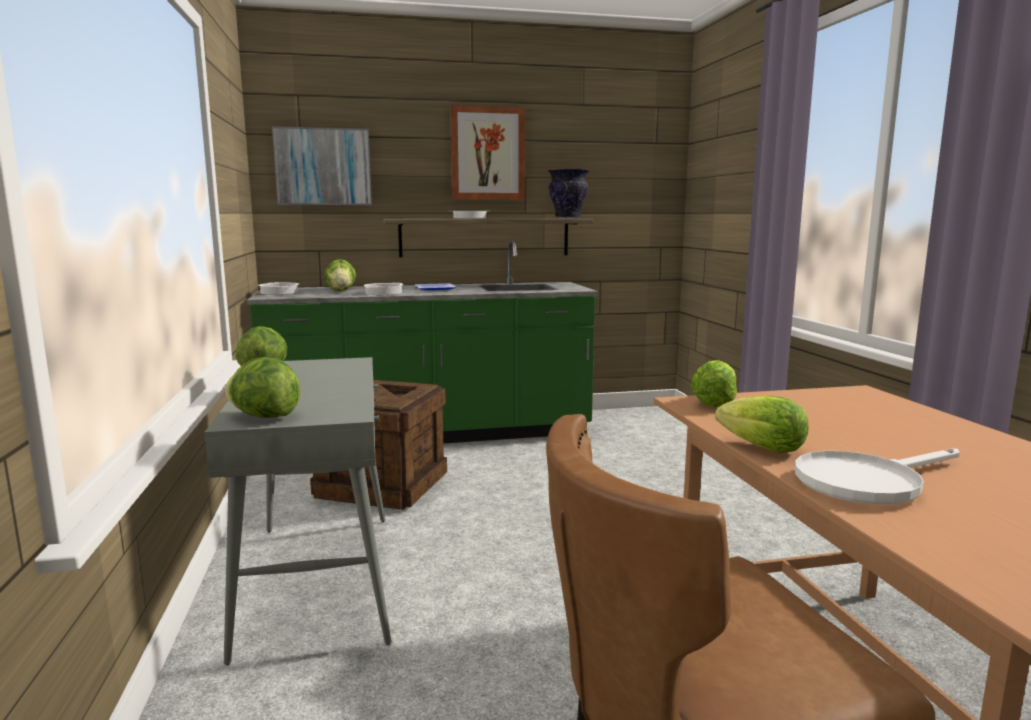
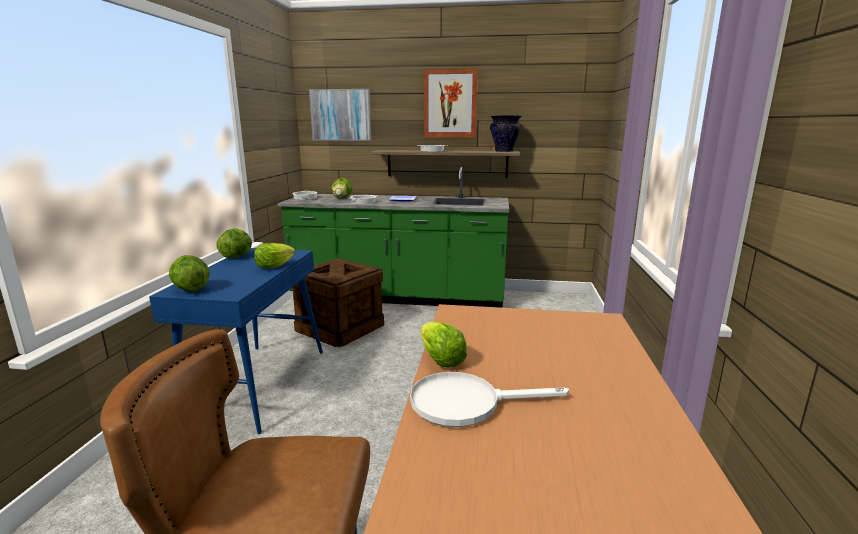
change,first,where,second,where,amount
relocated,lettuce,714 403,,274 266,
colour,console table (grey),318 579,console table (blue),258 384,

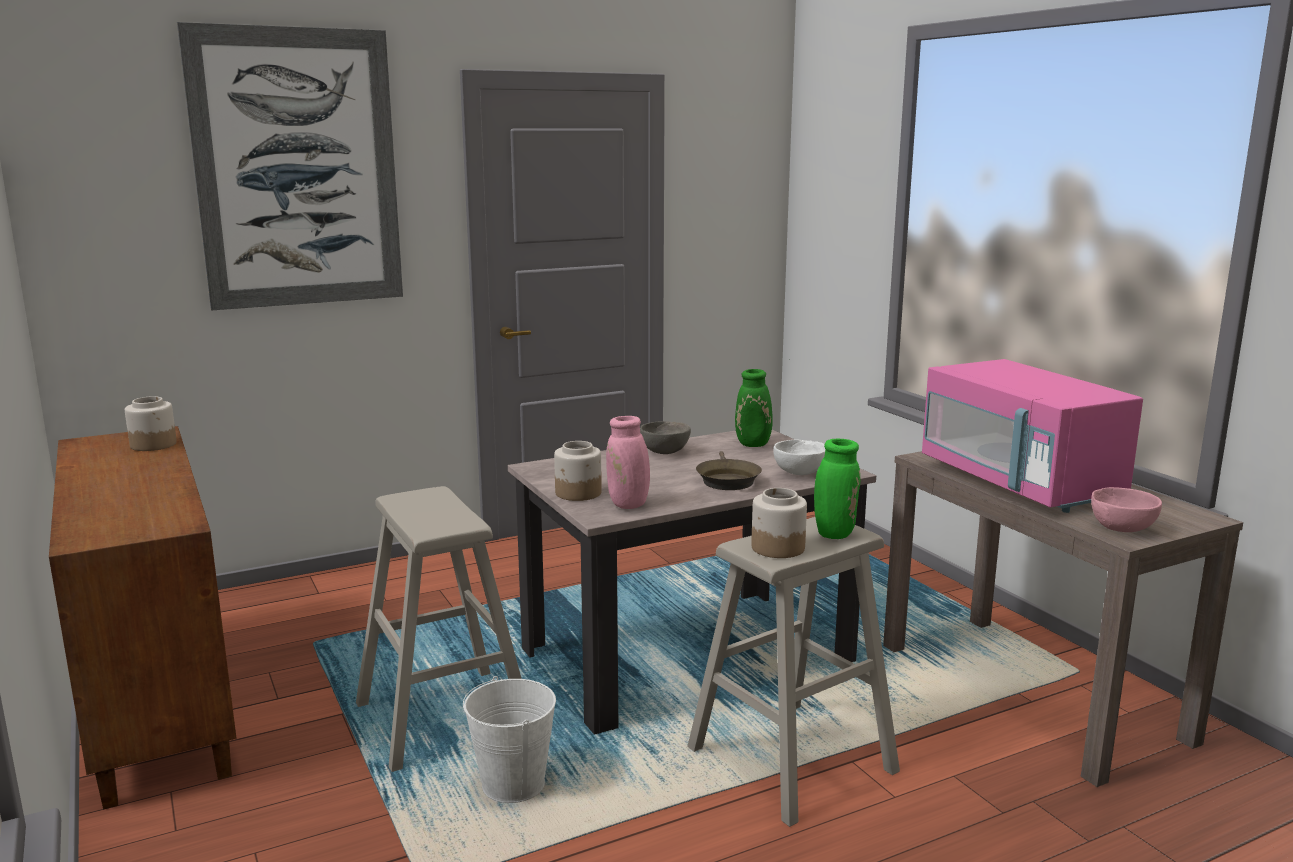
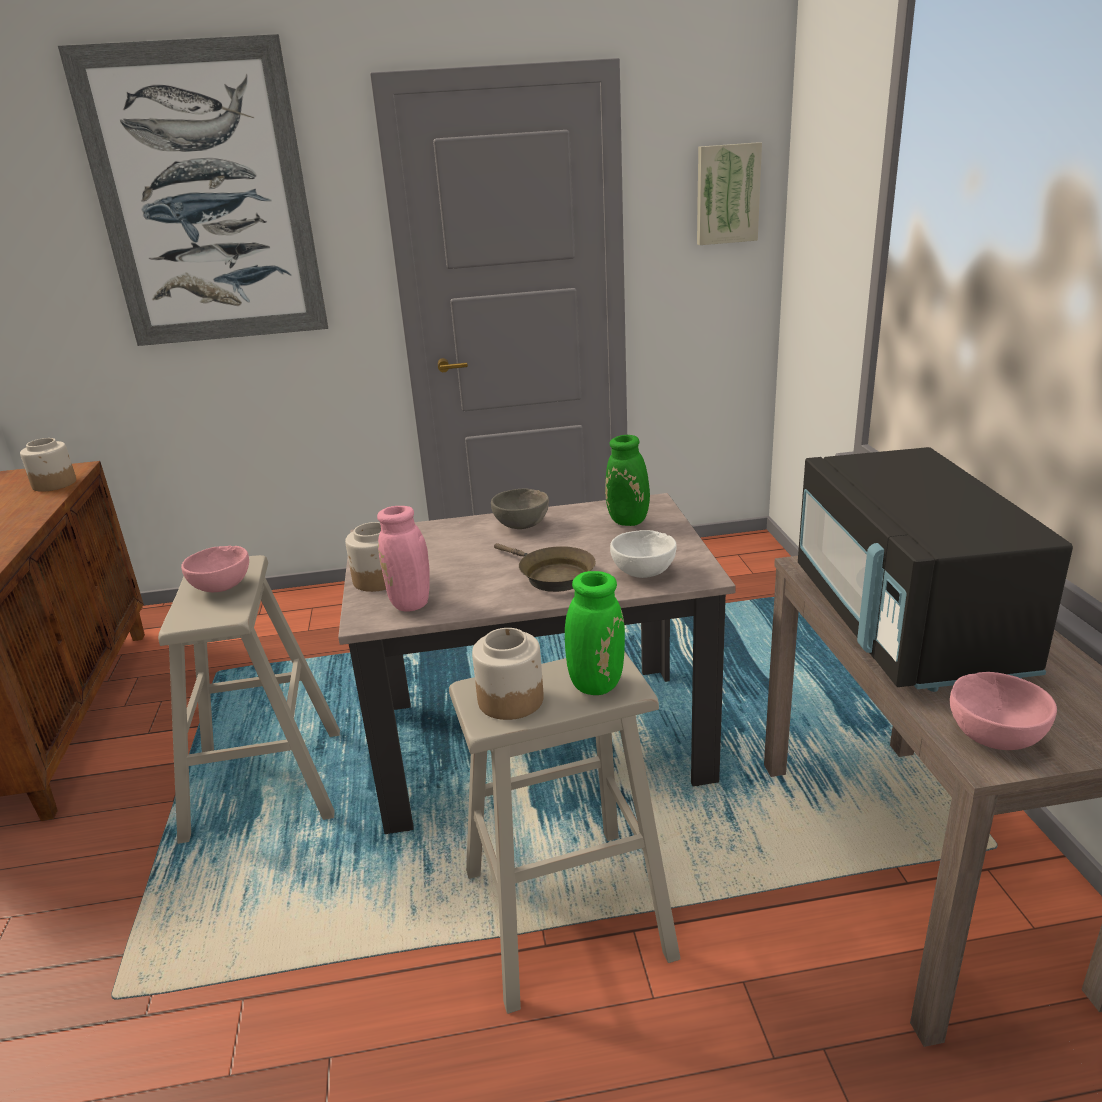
change,first,where,second,where,amount
missing,bucket (white),514 785,,,
appeared,,,bowl (pink),223 587,
appeared,,,picture,727 194,
colour,microwave (pink),1019 483,microwave (black),904 625,
spun,frying pan (brown),727 480,,551 576,60 degrees counterclockwise

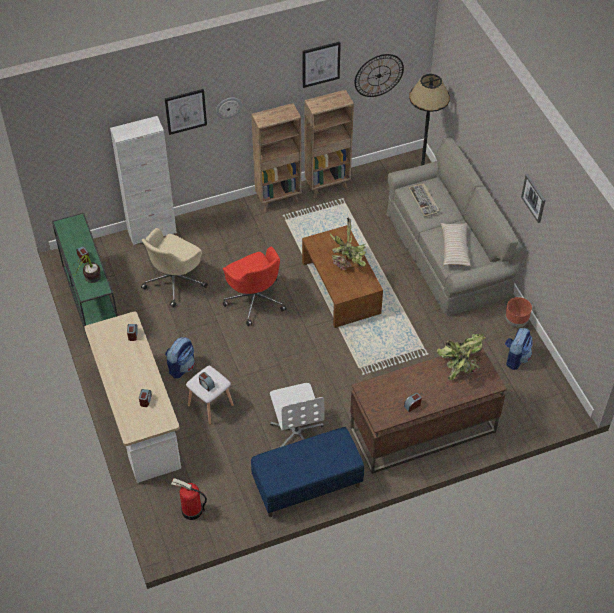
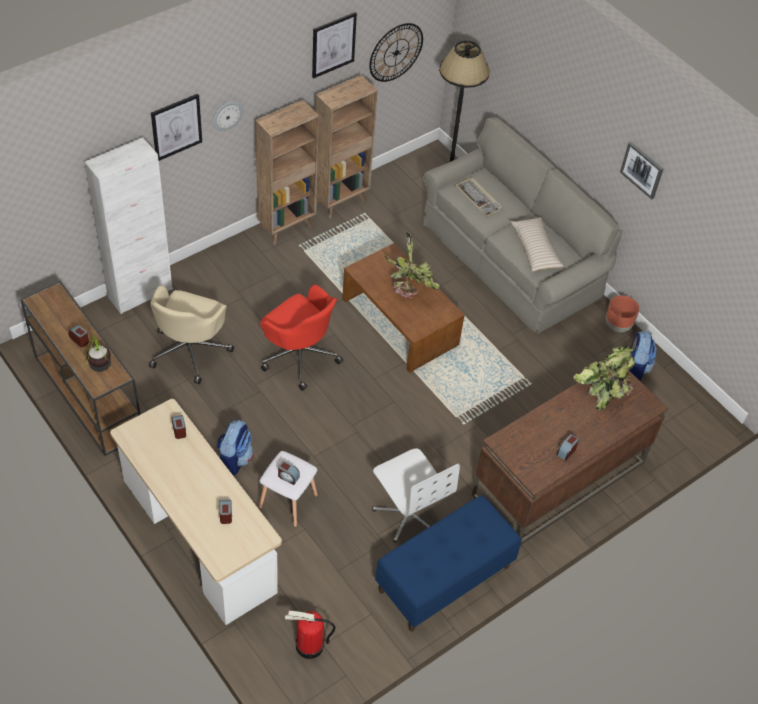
change,first,where,second,where,amount
colour,console table (green),91 300,console table (brown),87 395,

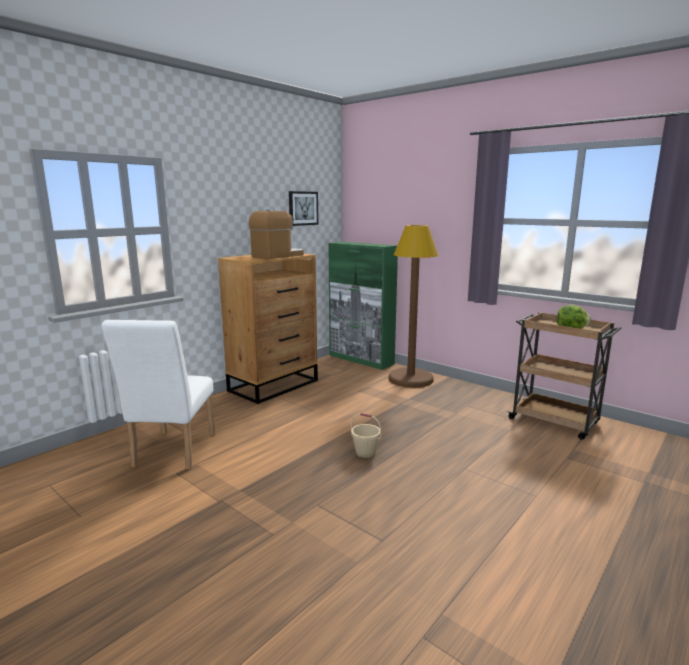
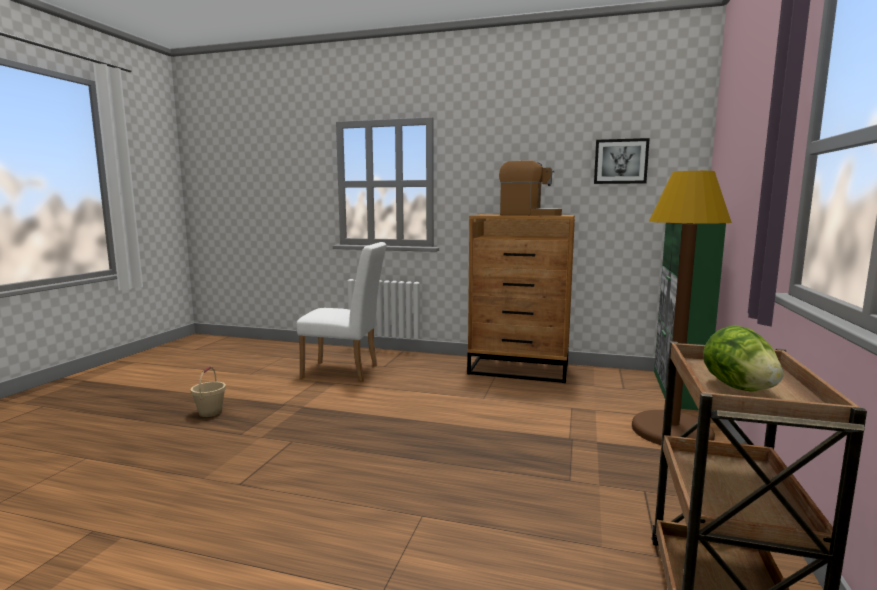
change,first,where,second,where,amount
relocated,bucket (beige),365 453,,210 412,
spun,chair (white),171 453,,346 372,150 degrees counterclockwise

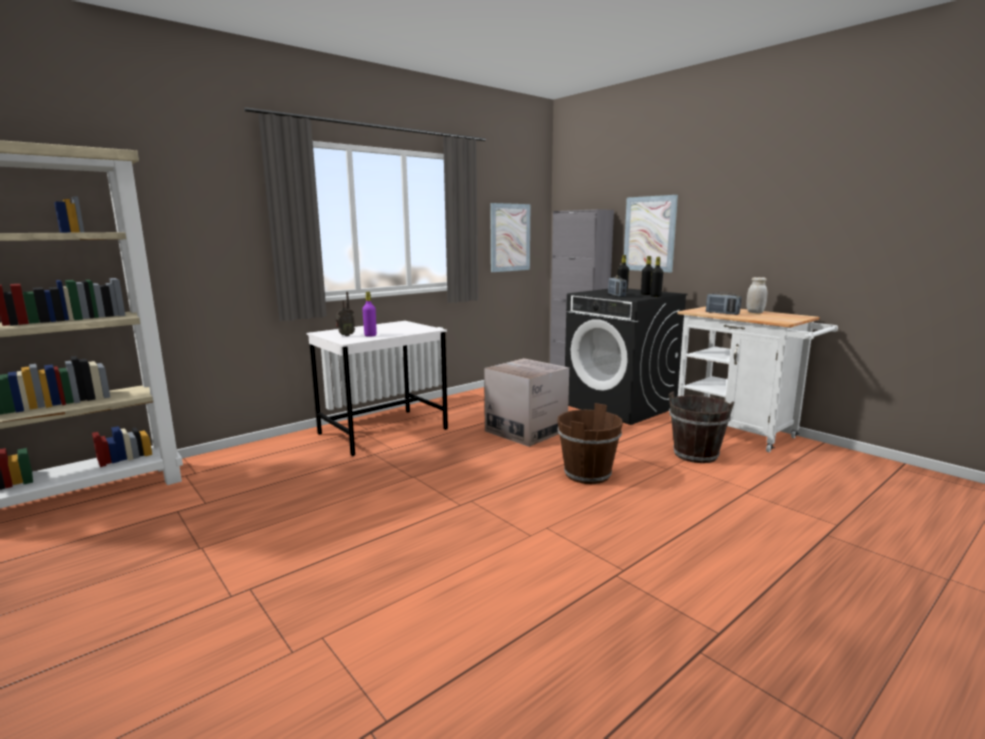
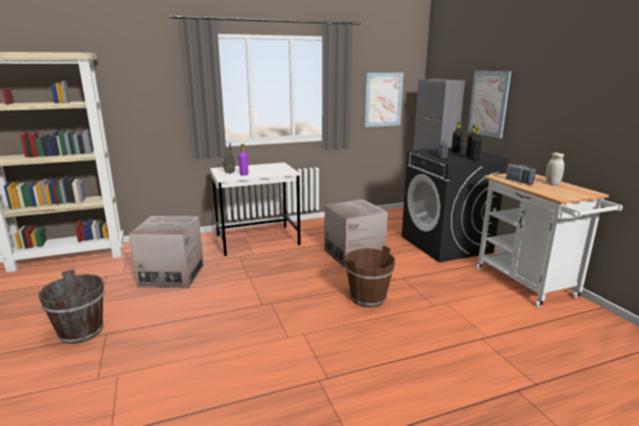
change,first,where,second,where,amount
appeared,,,cardboard box,172 275,
relocated,bucket (brown),696 455,,81 332,

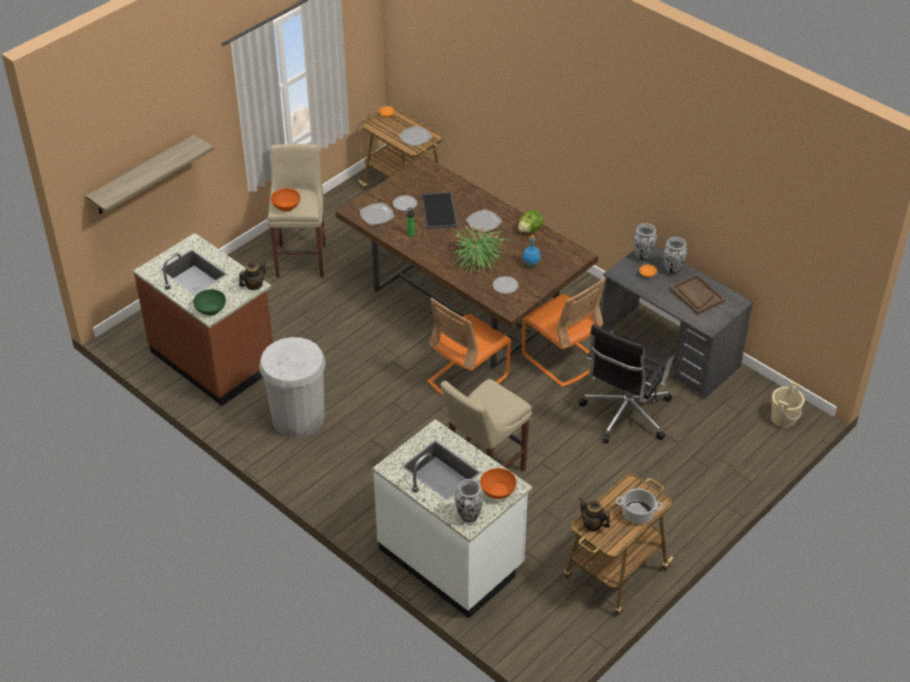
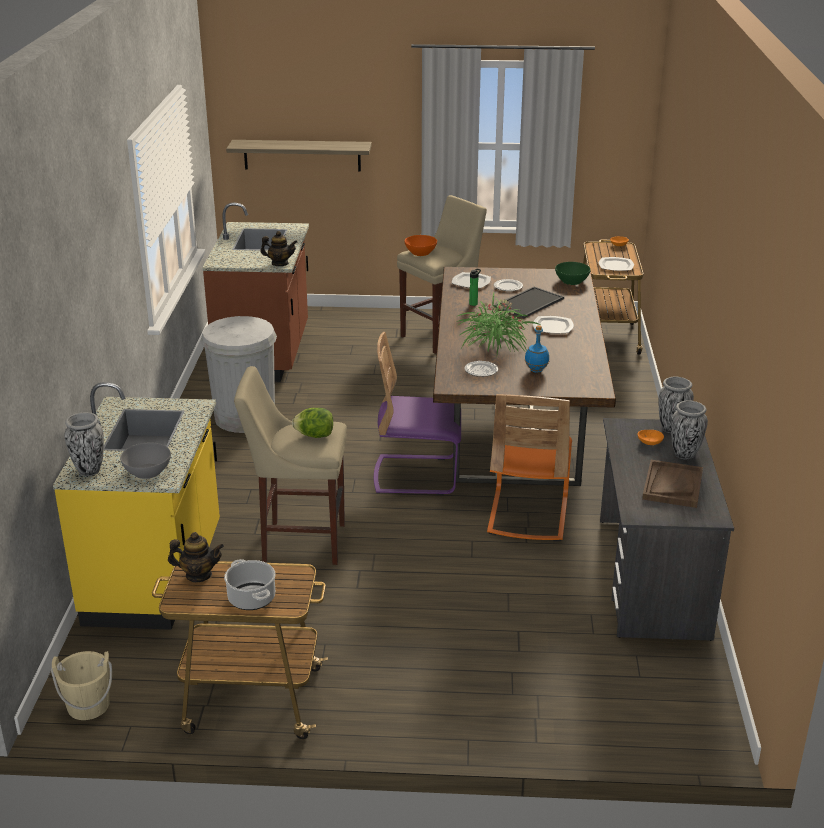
change,first,where,second,where,amount
missing,office chair (black),624 415,,,
relocated,bowl (green),210 309,,571 281,
relocated,lettuce,530 230,,315 435,
relocated,bucket (beige),783 418,,88 705,
colour,counter (white),452 557,counter (yellow),157 576,
colour,chair (orange),468 379,chair (purple),416 475,
colour,bowl (orange),498 491,bowl (grey),147 471,
spun,teapot,592 524,,198 575,90 degrees clockwise

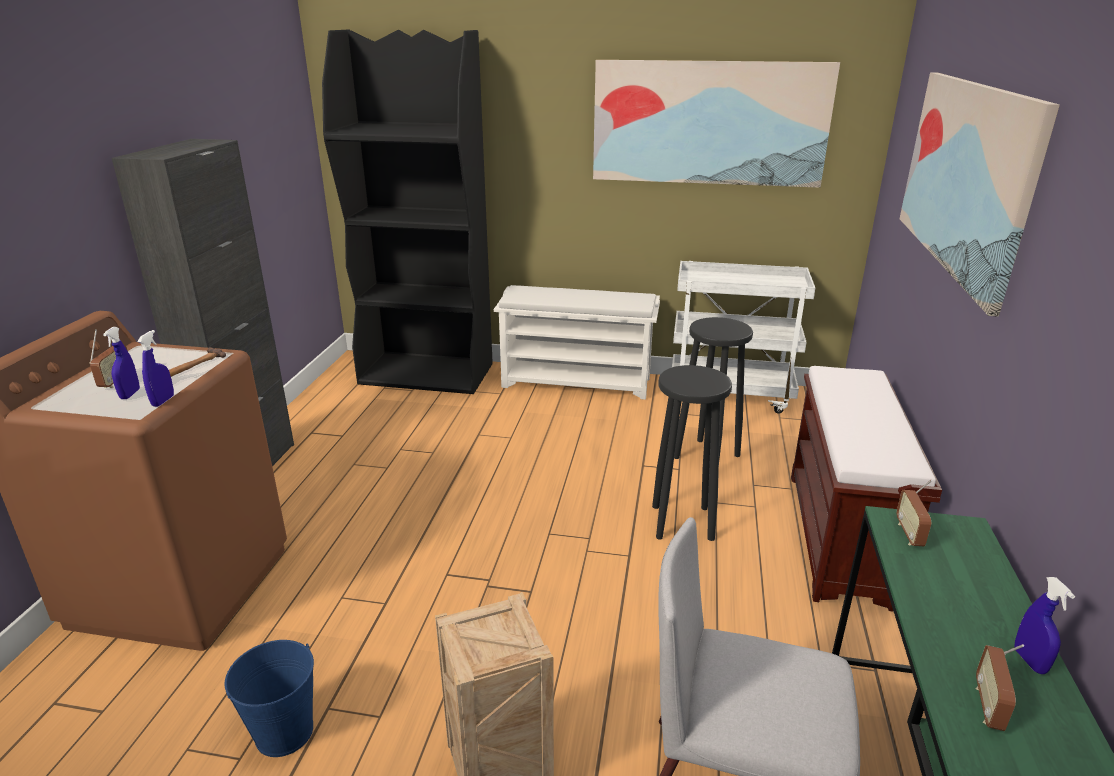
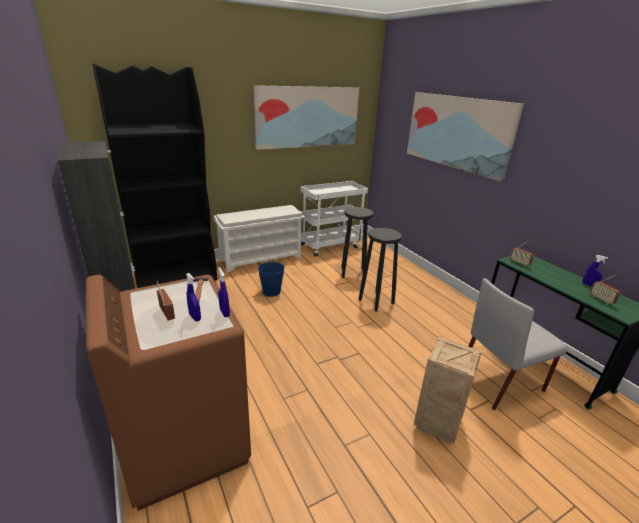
change,first,where,second,where,amount
missing,bench (brown),840 537,,,
relocated,bucket (blue),284 732,,271 291,

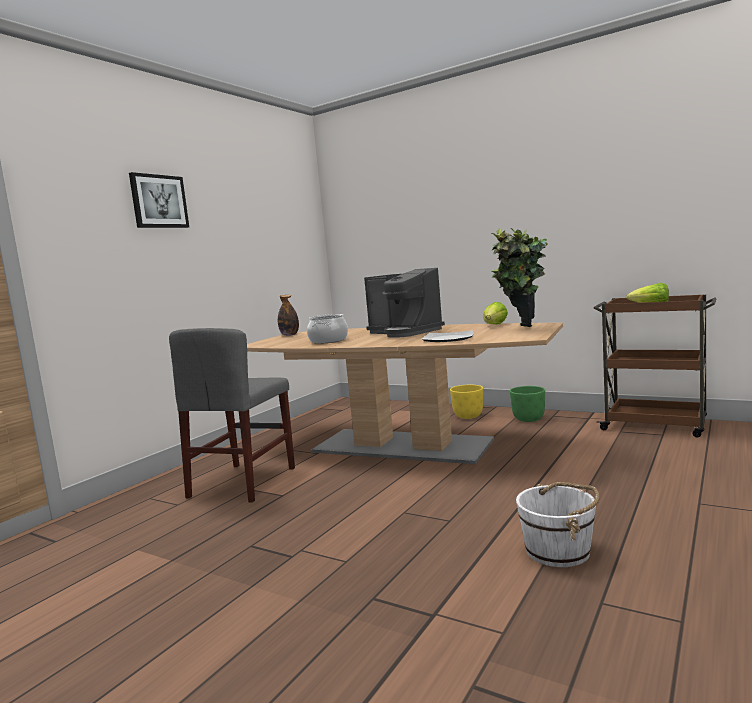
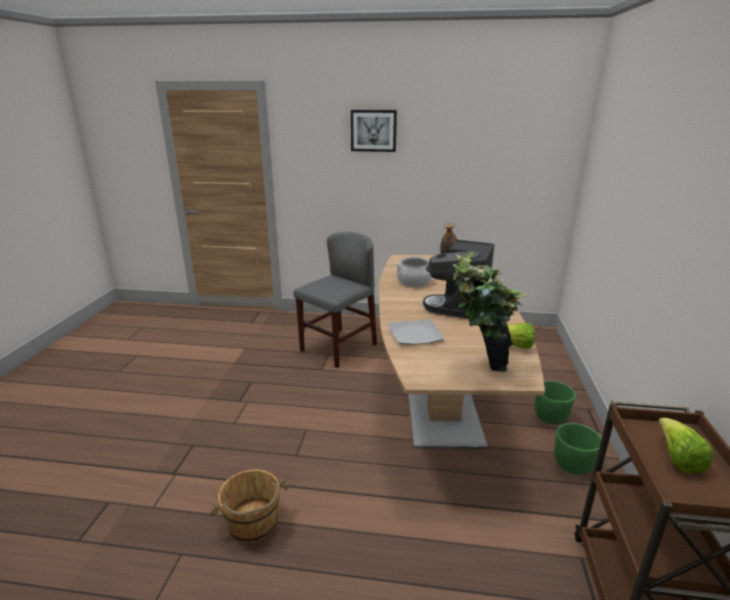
change,first,where,second,where,amount
colour,planter (yellow),467 416,planter (green),550 417,
colour,bucket (white),559 551,bucket (brown),253 524,
spun,chair (grey),243 482,,338 347,135 degrees clockwise

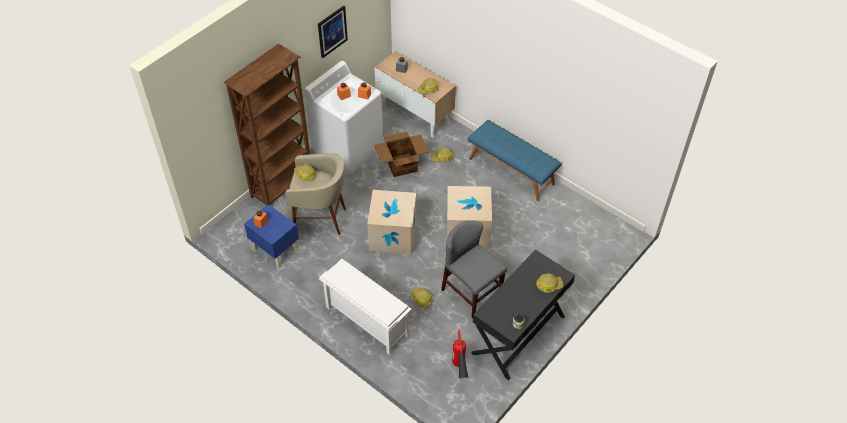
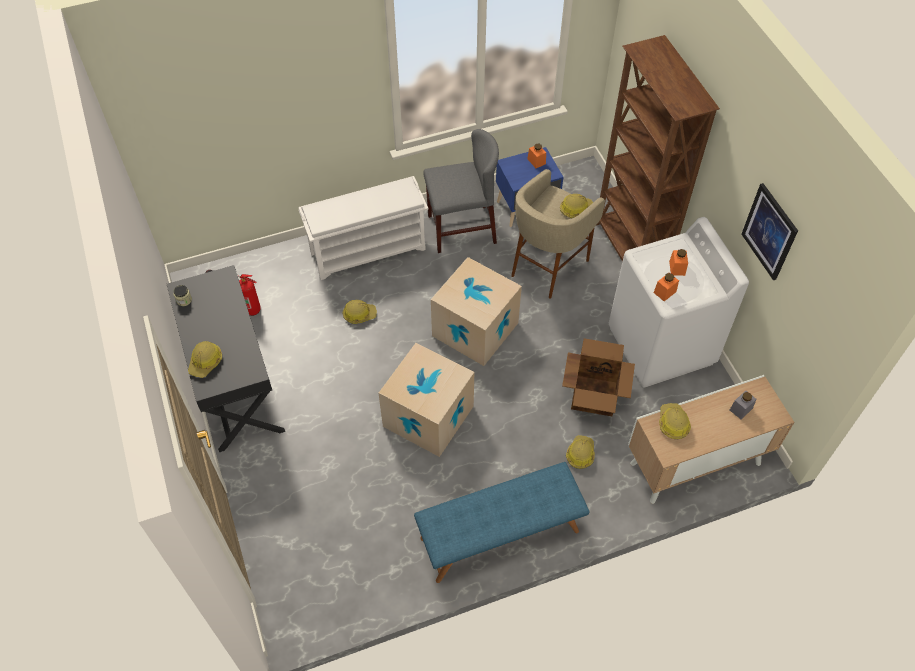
change,first,where,second,where,amount
relocated,chair (grey),471 293,,461 229,

